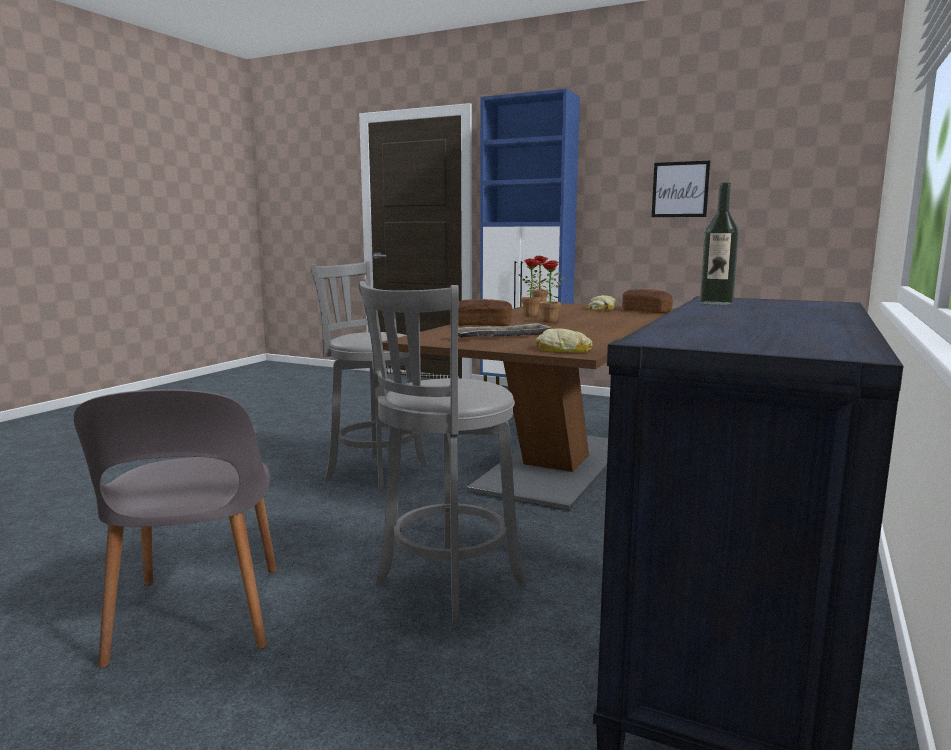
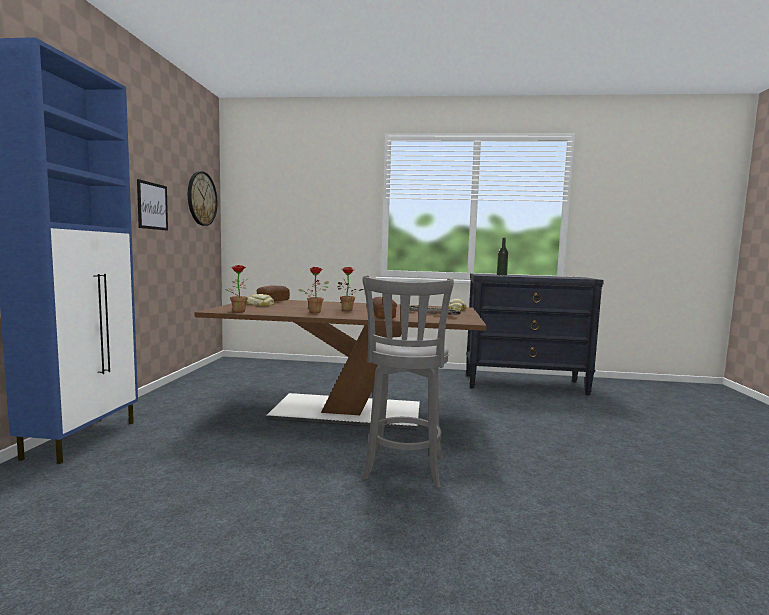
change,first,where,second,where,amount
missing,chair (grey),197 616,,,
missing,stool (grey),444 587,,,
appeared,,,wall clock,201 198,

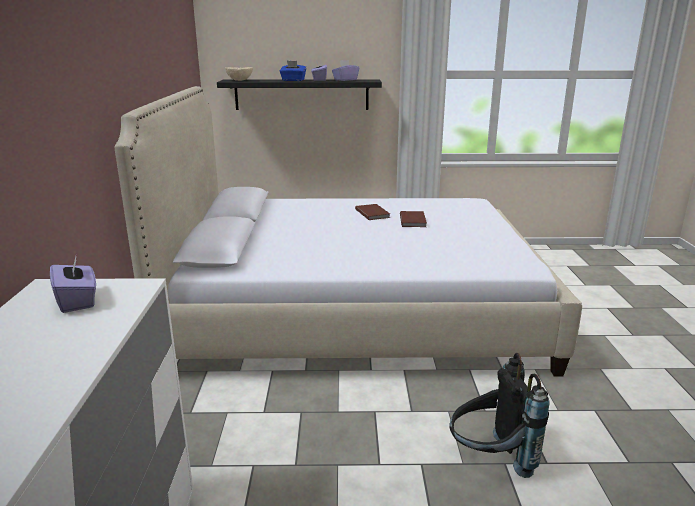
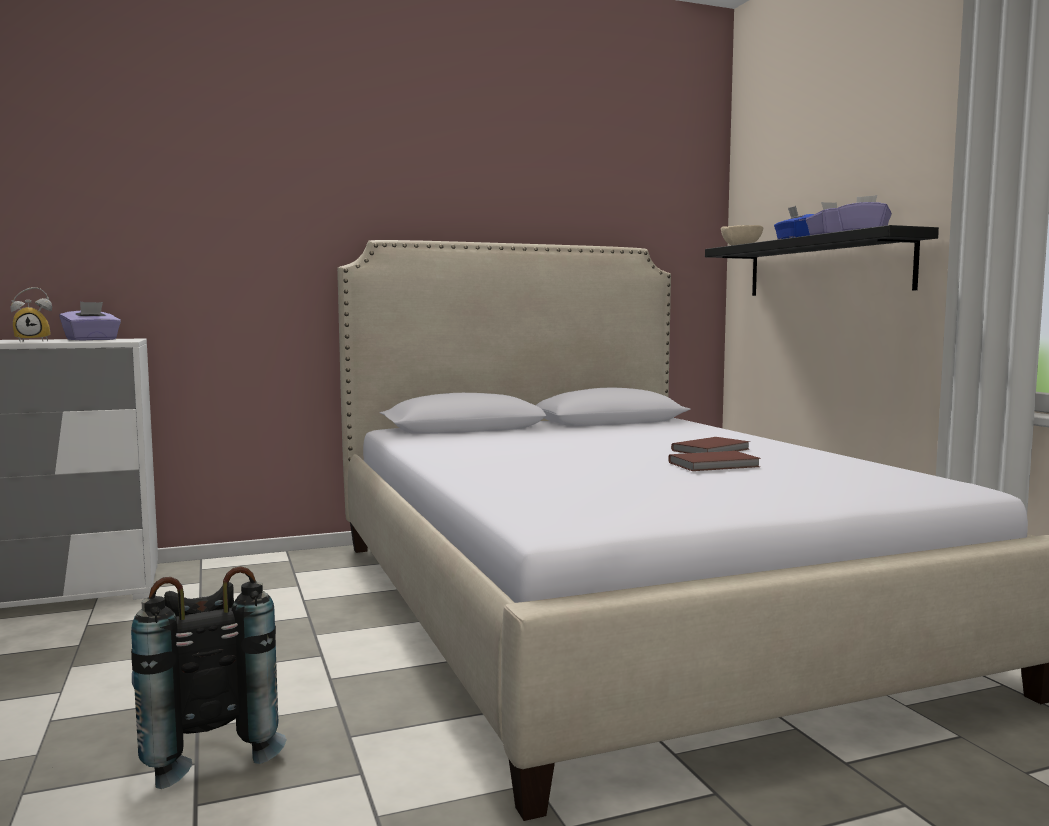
change,first,where,second,where,amount
appeared,,,alarm clock,34 341,

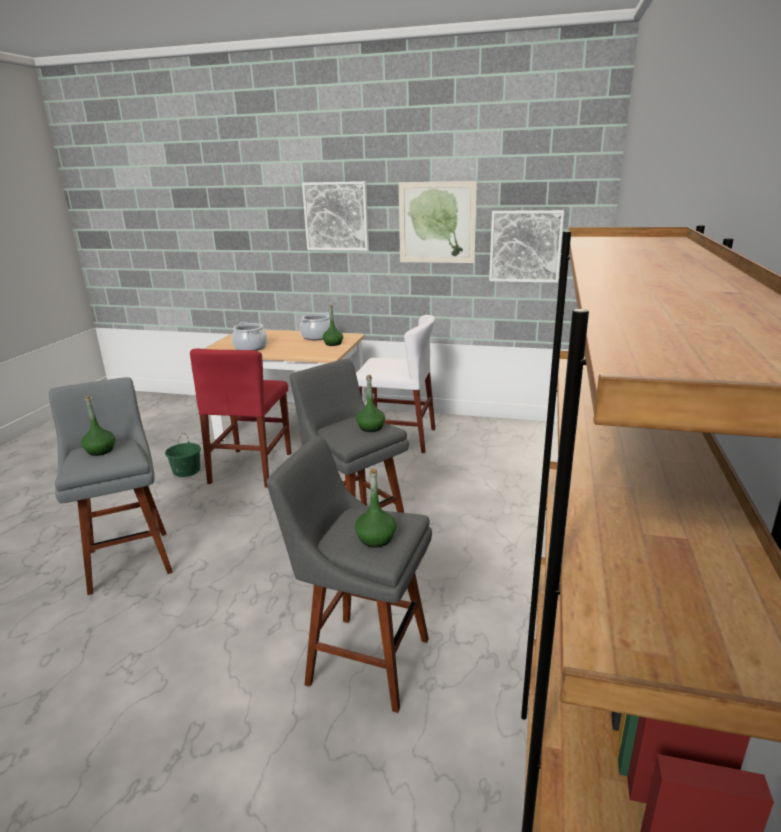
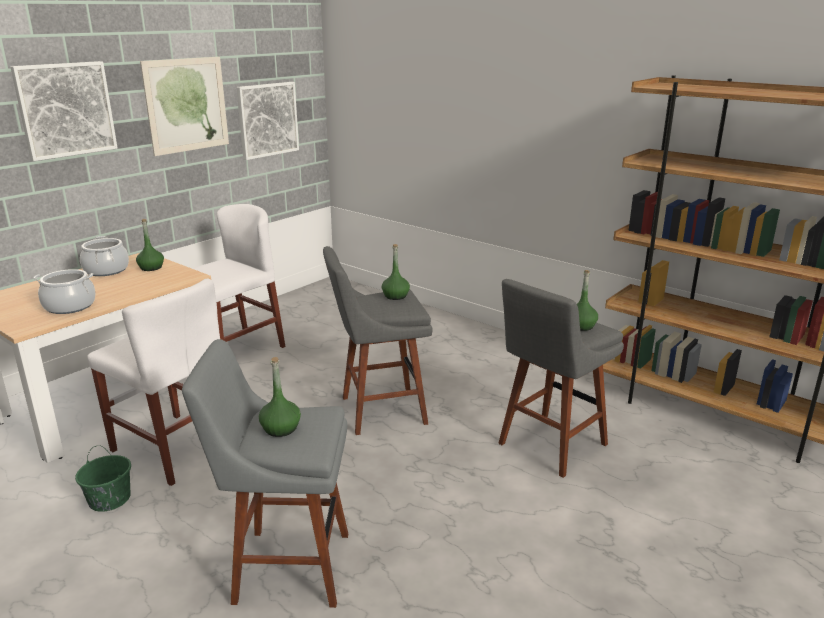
change,first,where,second,where,amount
colour,chair (red),251 467,chair (white),174 447,

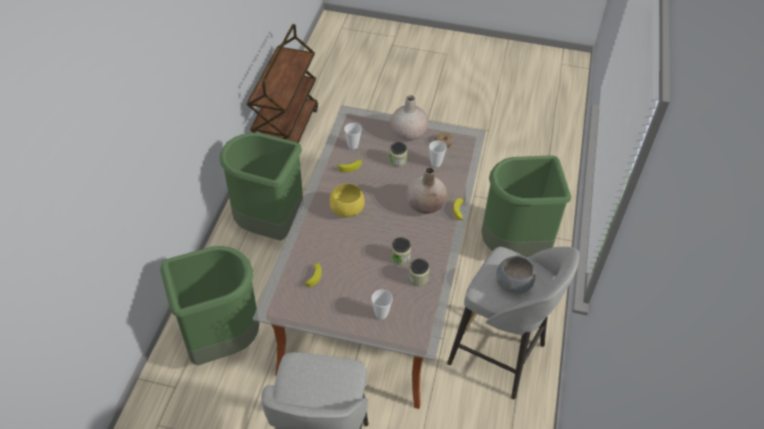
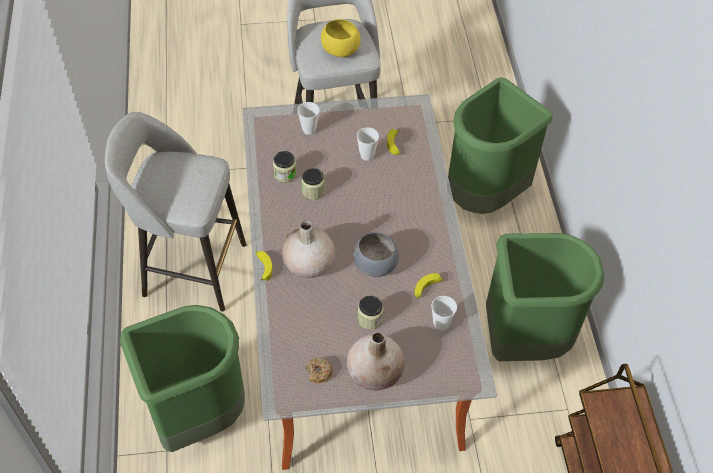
change,first,where,second,where,amount
relocated,bowl (yellow),346 209,,341 50,
relocated,cup,436 163,,367 155,
relocated,bowl (grey),513 283,,376 265,

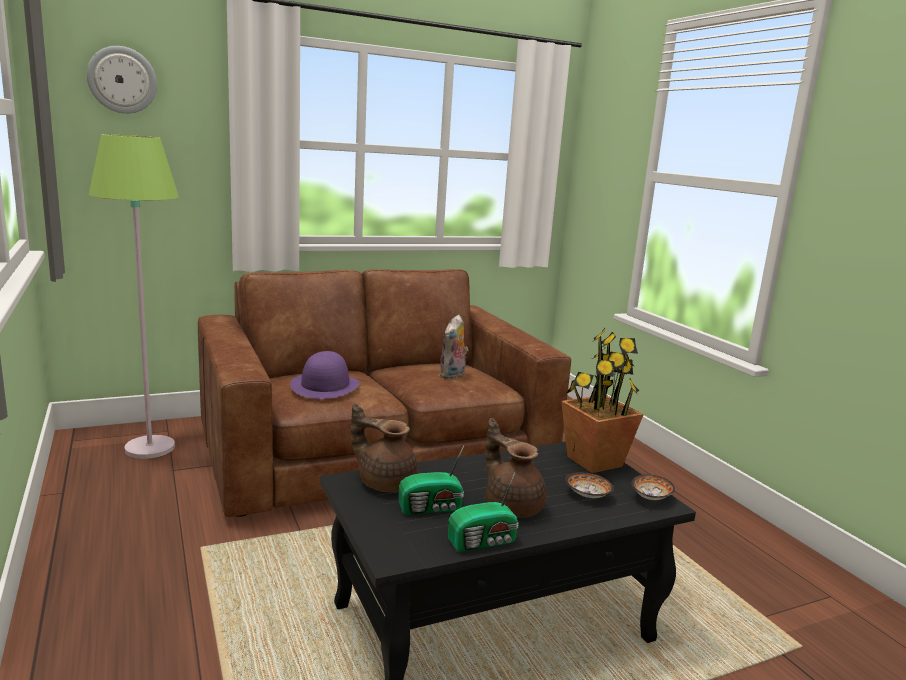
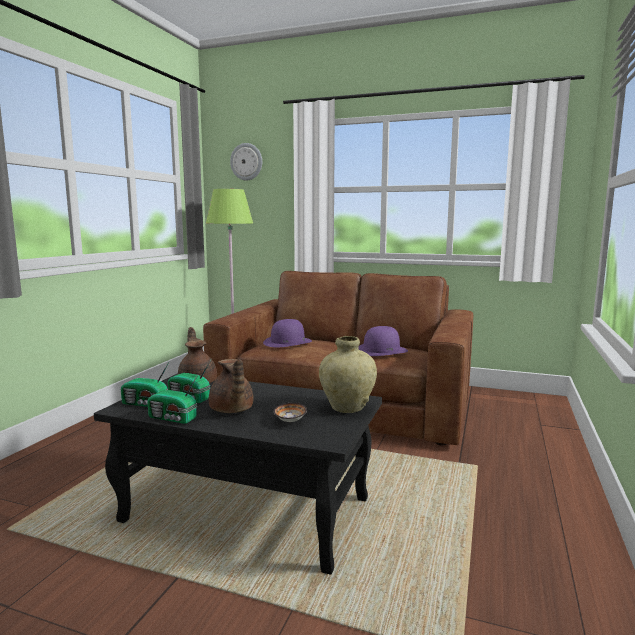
change,first,where,second,where,amount
missing,bowl,651 497,,,
appeared,,,radio,145 404,
exchanged,plush toy,453 375,hat (purple),381 350,
exchanged,potted plant,594 461,vase (beige),347 407,
spun,teapot (brown),512 505,,231 410,150 degrees clockwise

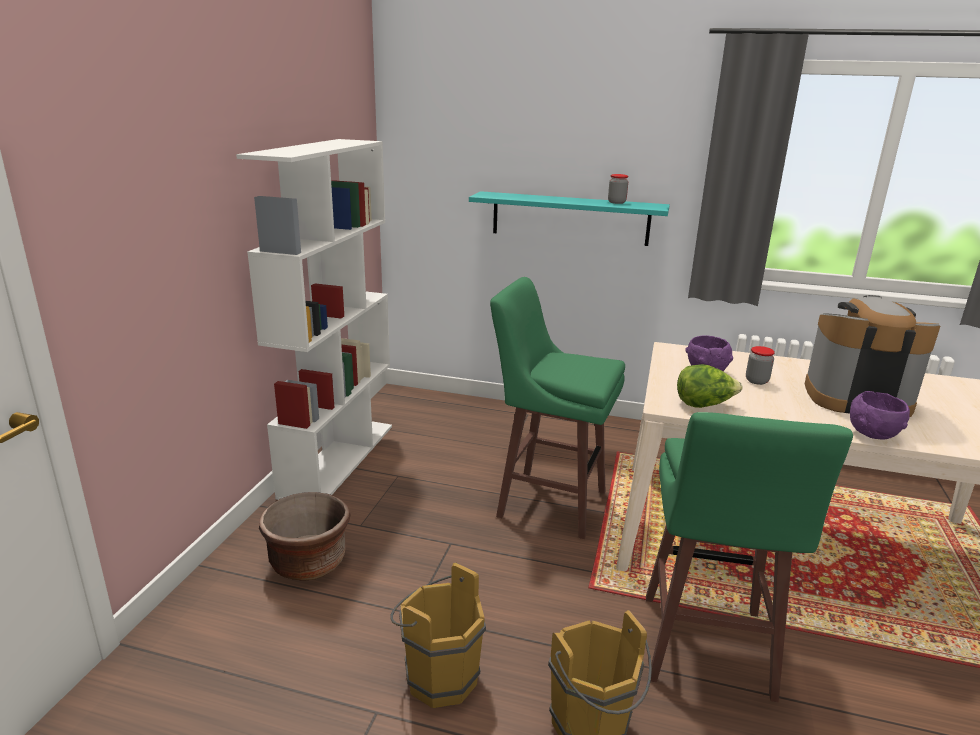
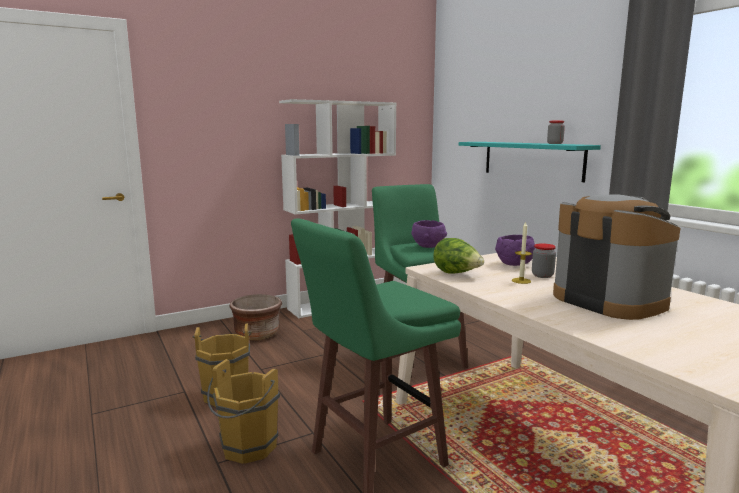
change,first,where,second,where,amount
appeared,,,candle,521 281,
relocated,bowl (purple),872 435,,428 247,

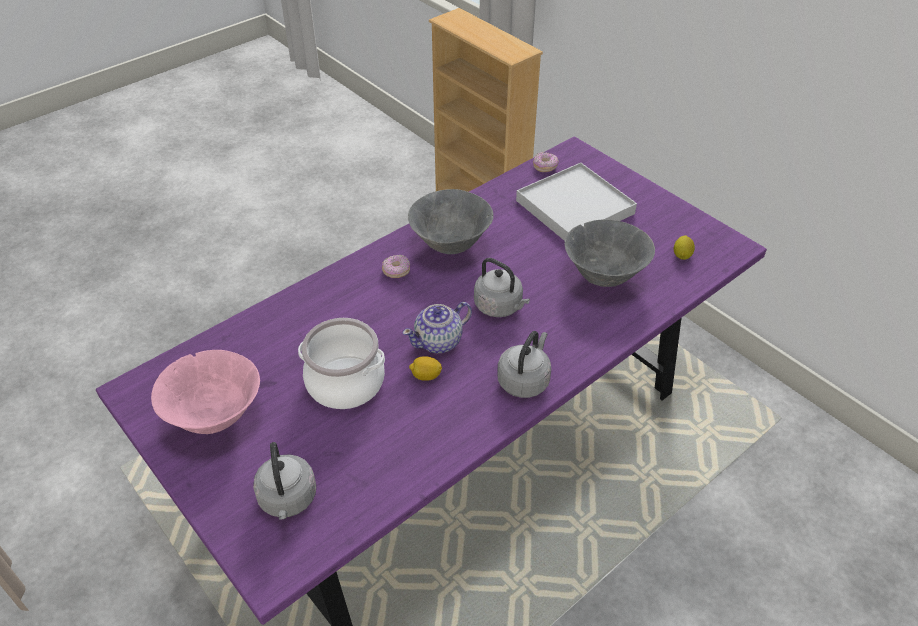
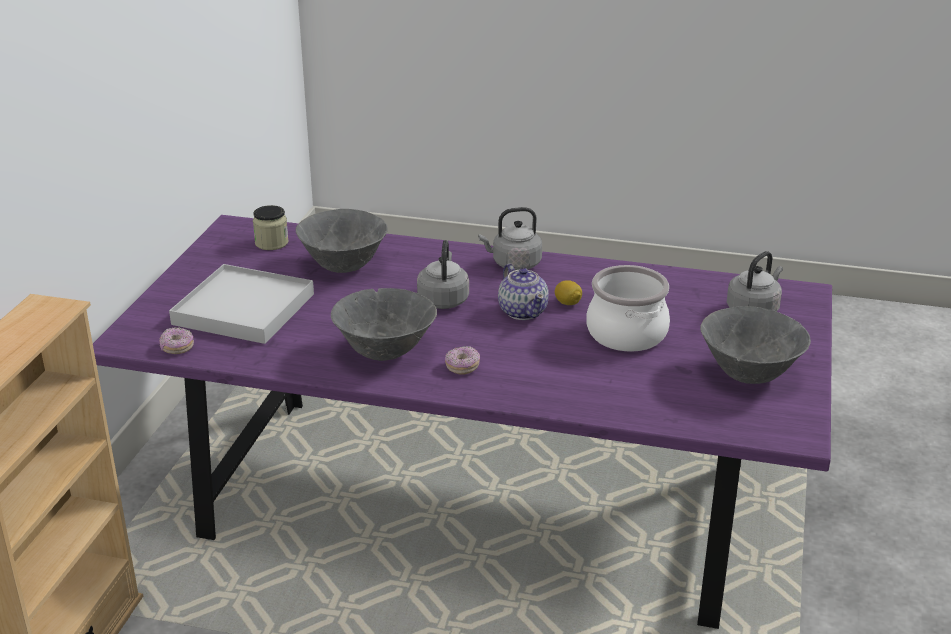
change,first,where,second,where,amount
exchanged,lemon,682 255,jar,271 243,
colour,bowl (pink),215 417,bowl (grey),750 376,
spun,teapot,439 341,,523 311,45 degrees clockwise

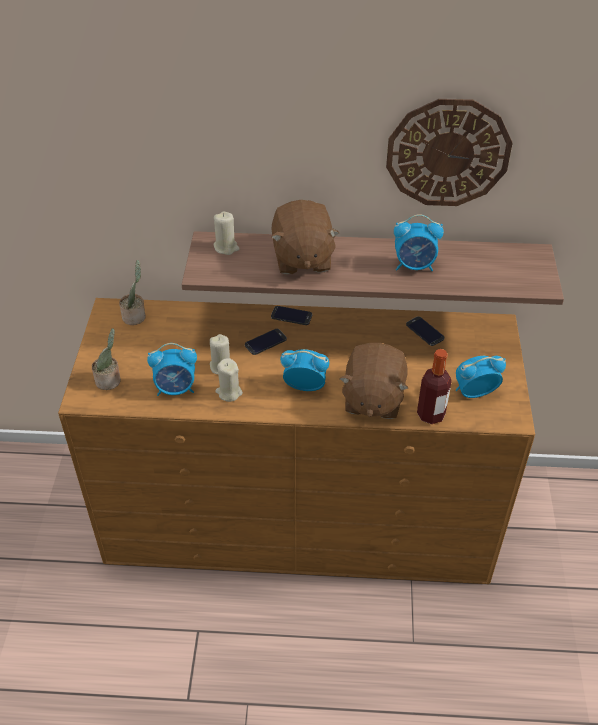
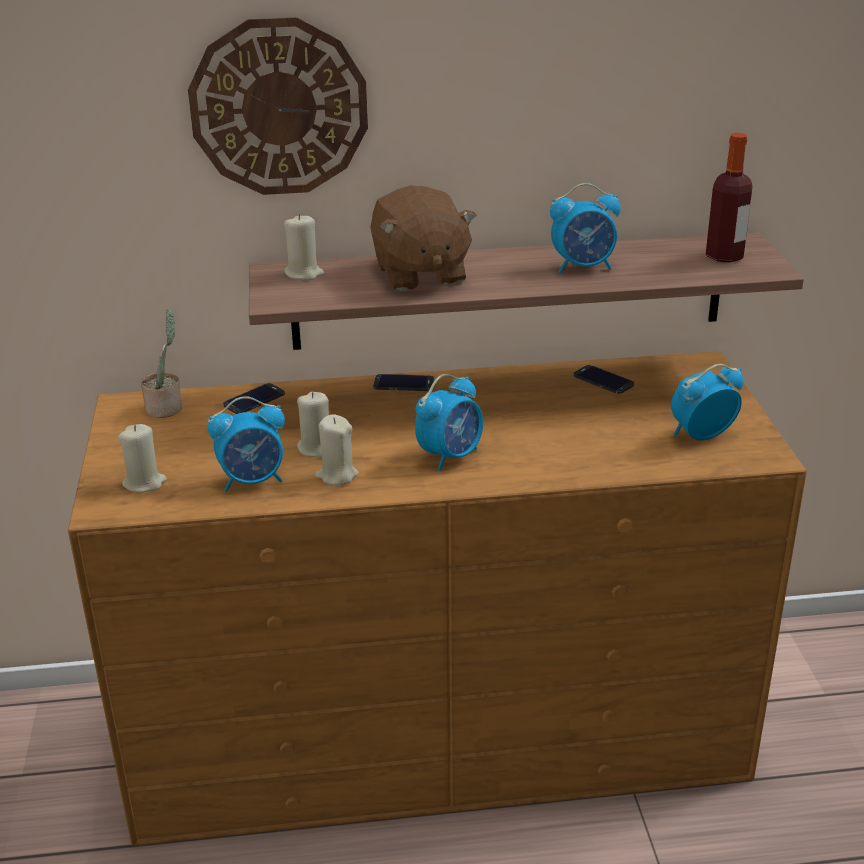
change,first,where,second,where,amount
missing,plush toy (brown),372 399,,,
relocated,phone,265 342,,254 399,
relocated,wall clock,448 153,,279 107,
relocated,bottle,431 414,,724 256,
exchanged,potted plant,110 381,candle (beige),144 483,
spun,alarm clock,305 386,,450 455,135 degrees clockwise

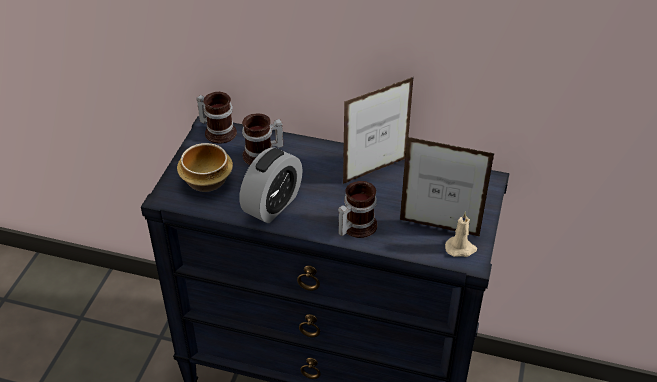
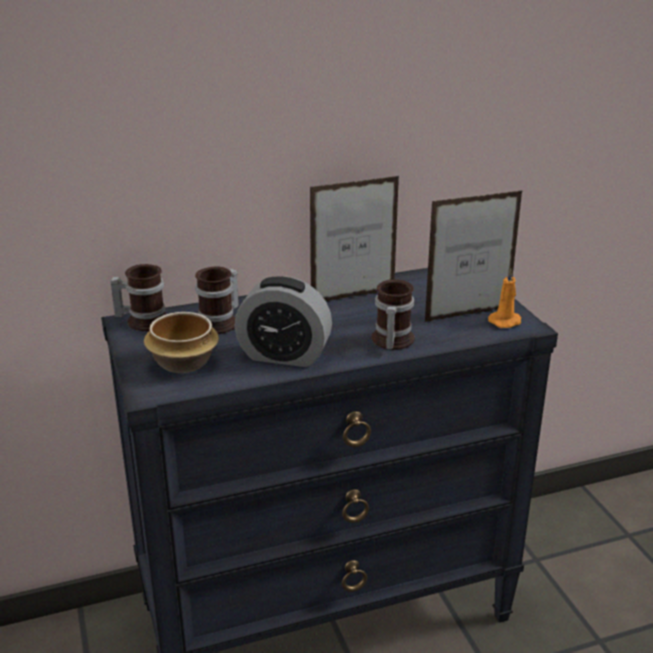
change,first,where,second,where,amount
colour,candle (beige),461 248,candle (orange),506 321,
spun,alarm clock,272 205,,284 355,105 degrees clockwise
spun,picture frame,375 171,,353 296,45 degrees clockwise

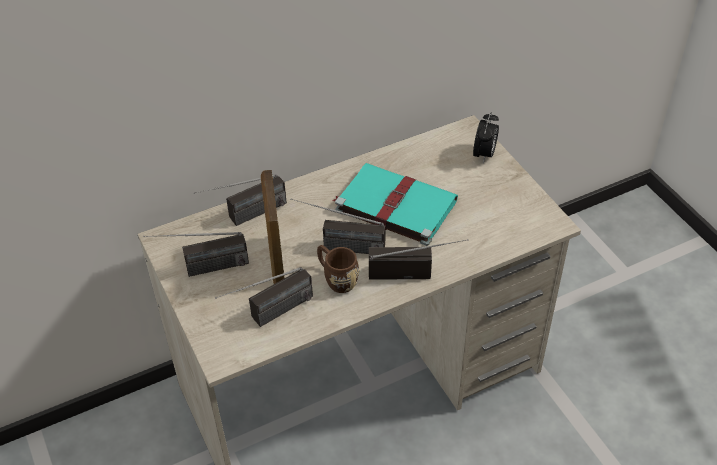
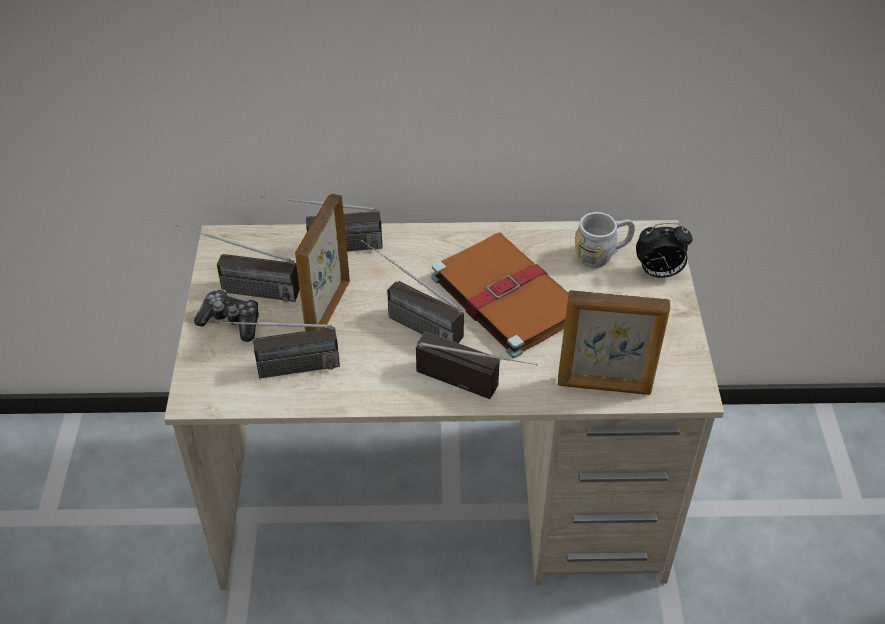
change,first,where,second,where,amount
missing,mug (brown),336 278,,,
appeared,,,game controller,231 321,
appeared,,,picture frame,604 386,
appeared,,,mug (grey),602 255,
colour,book (turquoise),394 205,book (brown),504 295,
spun,alarm clock,484 155,,658 273,45 degrees clockwise

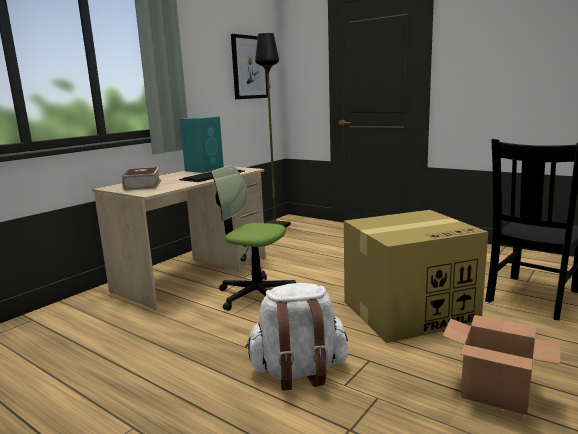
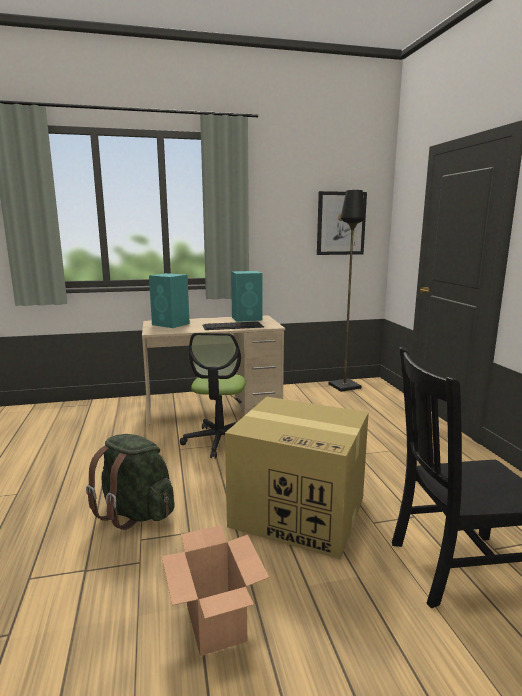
change,first,where,second,where,amount
exchanged,book,142 185,speaker (turquoise),171 324,
colour,backpack (white),298 372,backpack (green),135 512,
spun,office chair,255 295,,219 441,150 degrees counterclockwise

